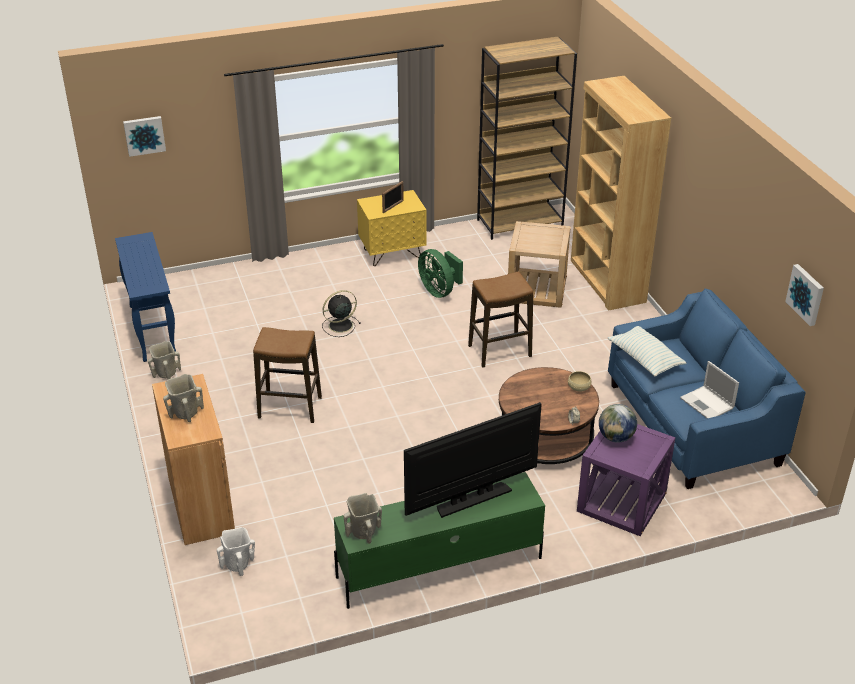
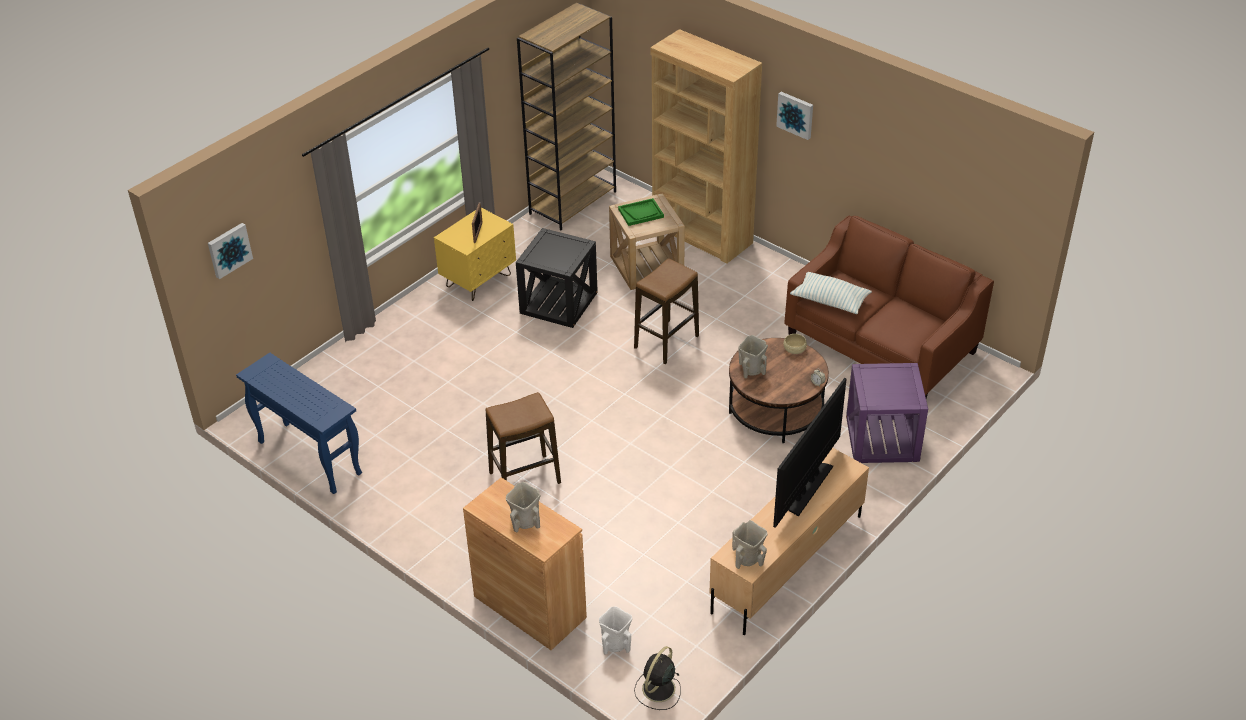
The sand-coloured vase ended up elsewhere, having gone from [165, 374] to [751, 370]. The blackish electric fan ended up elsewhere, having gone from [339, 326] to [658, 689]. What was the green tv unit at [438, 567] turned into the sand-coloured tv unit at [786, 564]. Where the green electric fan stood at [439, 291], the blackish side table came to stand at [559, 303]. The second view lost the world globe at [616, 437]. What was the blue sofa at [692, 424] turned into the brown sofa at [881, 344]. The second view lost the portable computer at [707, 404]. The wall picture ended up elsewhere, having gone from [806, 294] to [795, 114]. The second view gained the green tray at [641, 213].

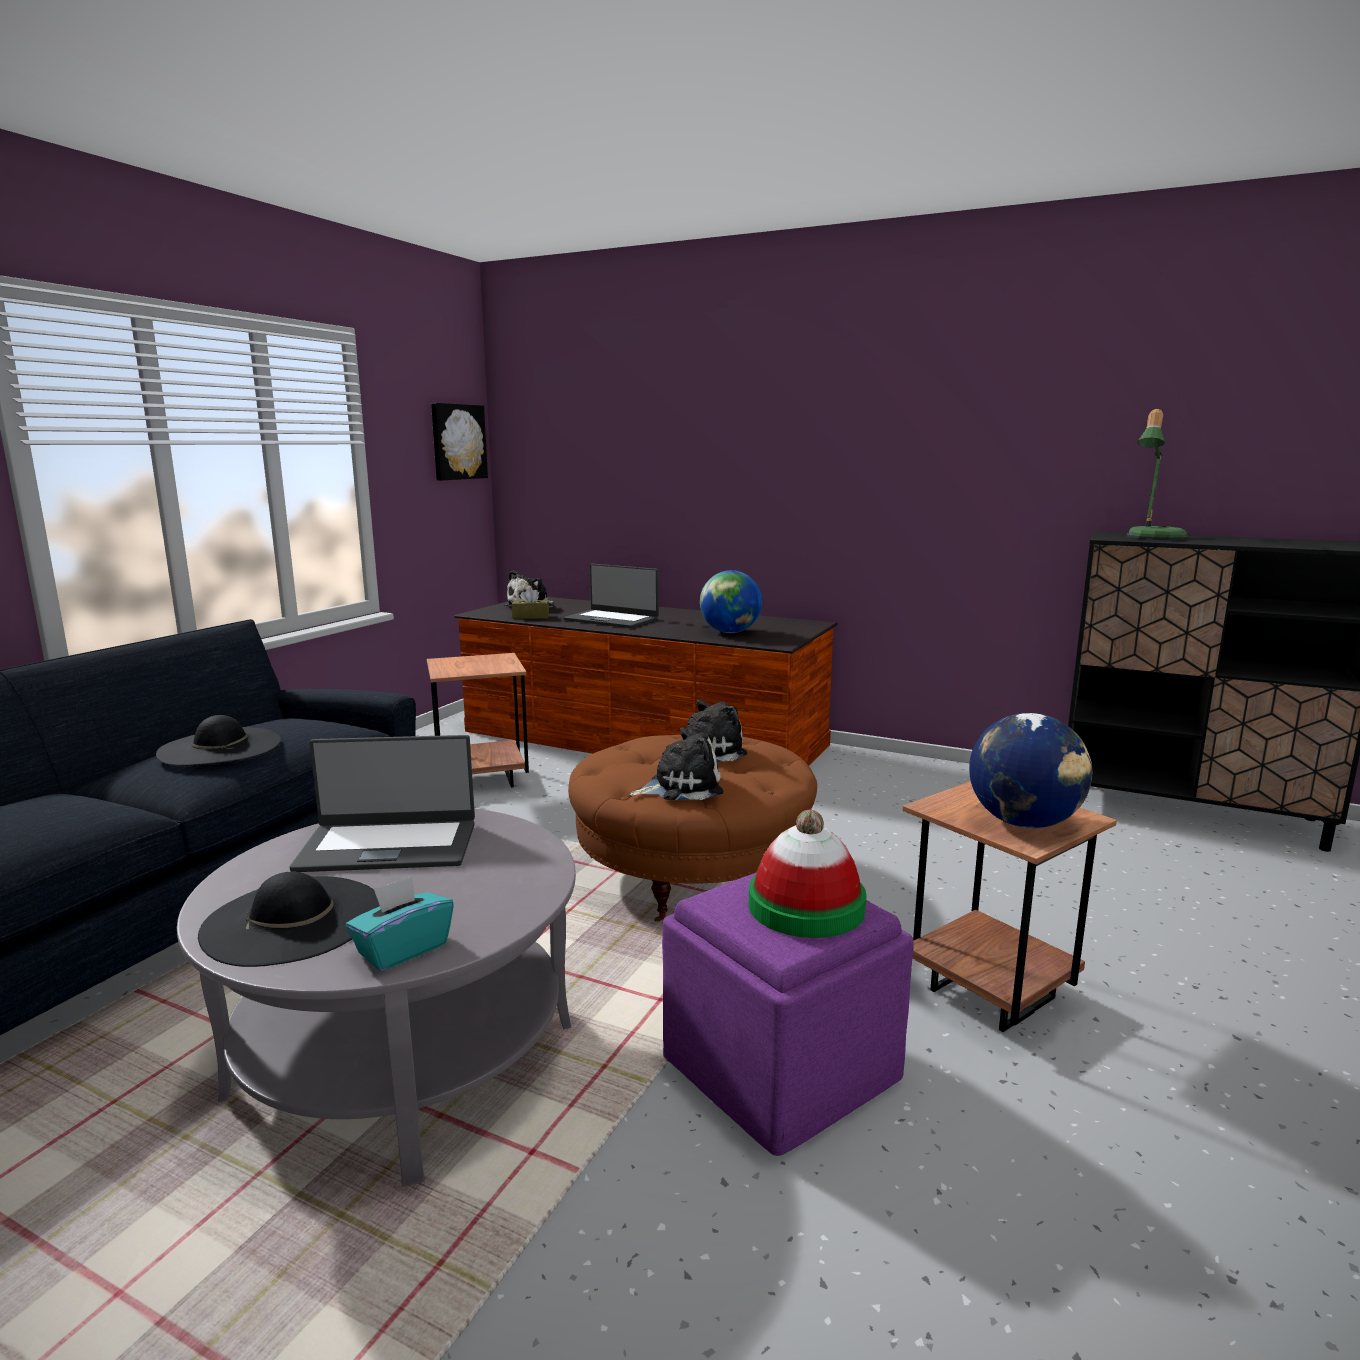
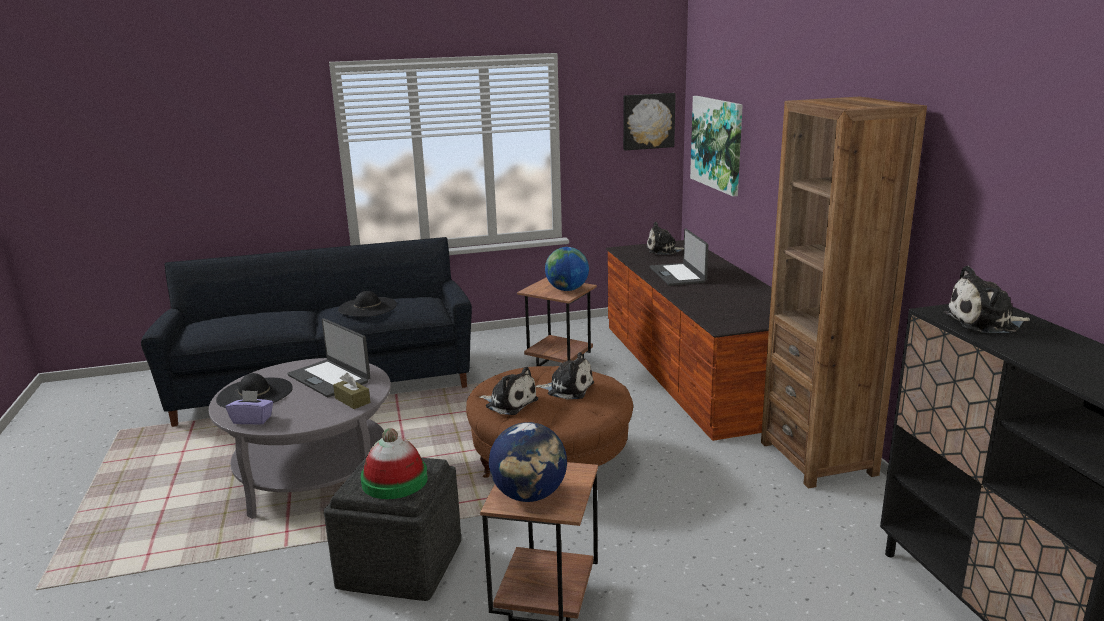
What was the turquoise-coloured tissue box at [402, 949] turned into the purplish tissue box at [252, 420]. The brown tissue box ended up elsewhere, having gone from [530, 617] to [352, 400]. What was the purplish ottoman at [778, 1068] turned into the greyish ottoman at [400, 564]. The world globe ended up elsewhere, having gone from [730, 632] to [567, 290]. Where the tabletop lamp stood at [1153, 538], the plush toy came to stand at [985, 322]. The second view gained the wall picture at [717, 143]. The second view gained the brown bookcase at [818, 458].

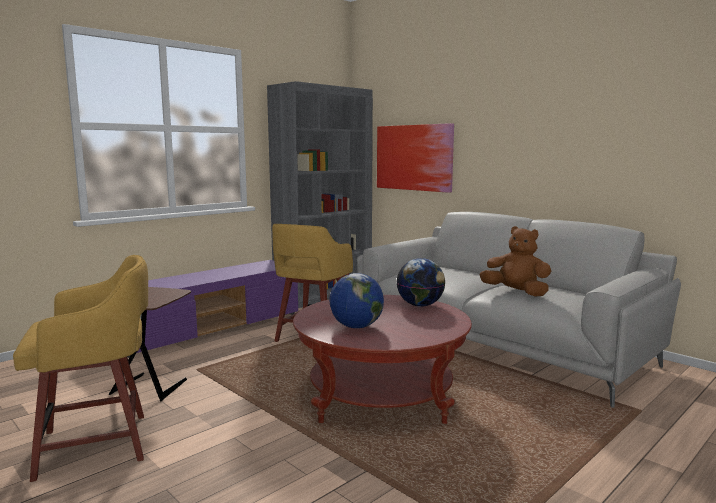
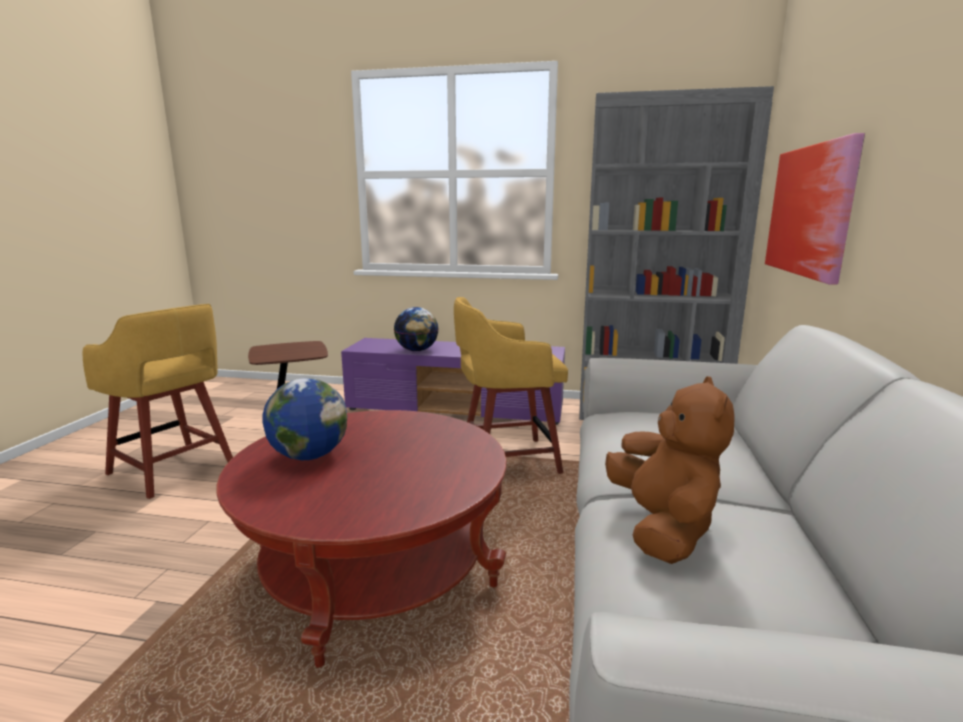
The world globe ended up elsewhere, having gone from [420, 305] to [416, 350].

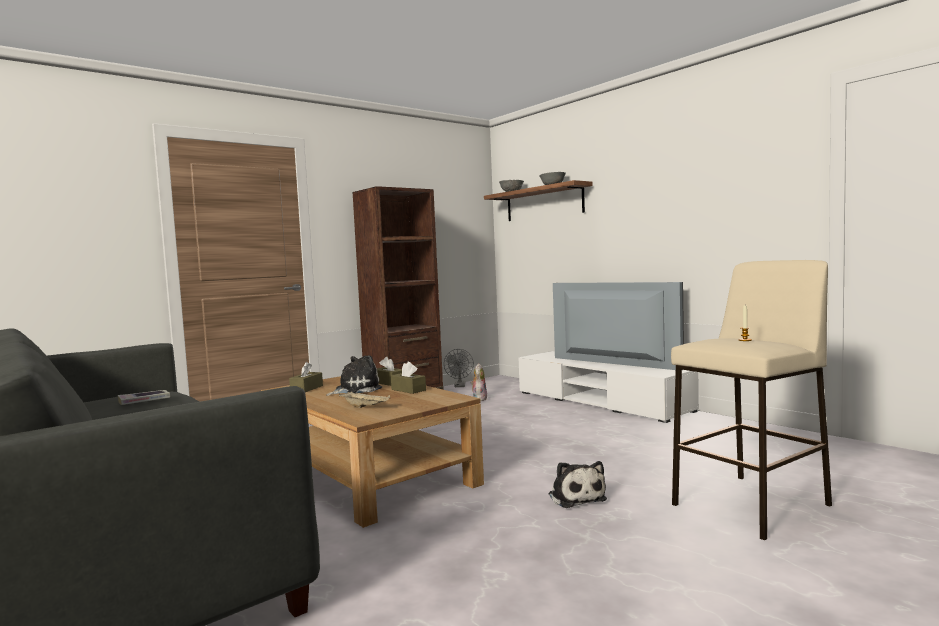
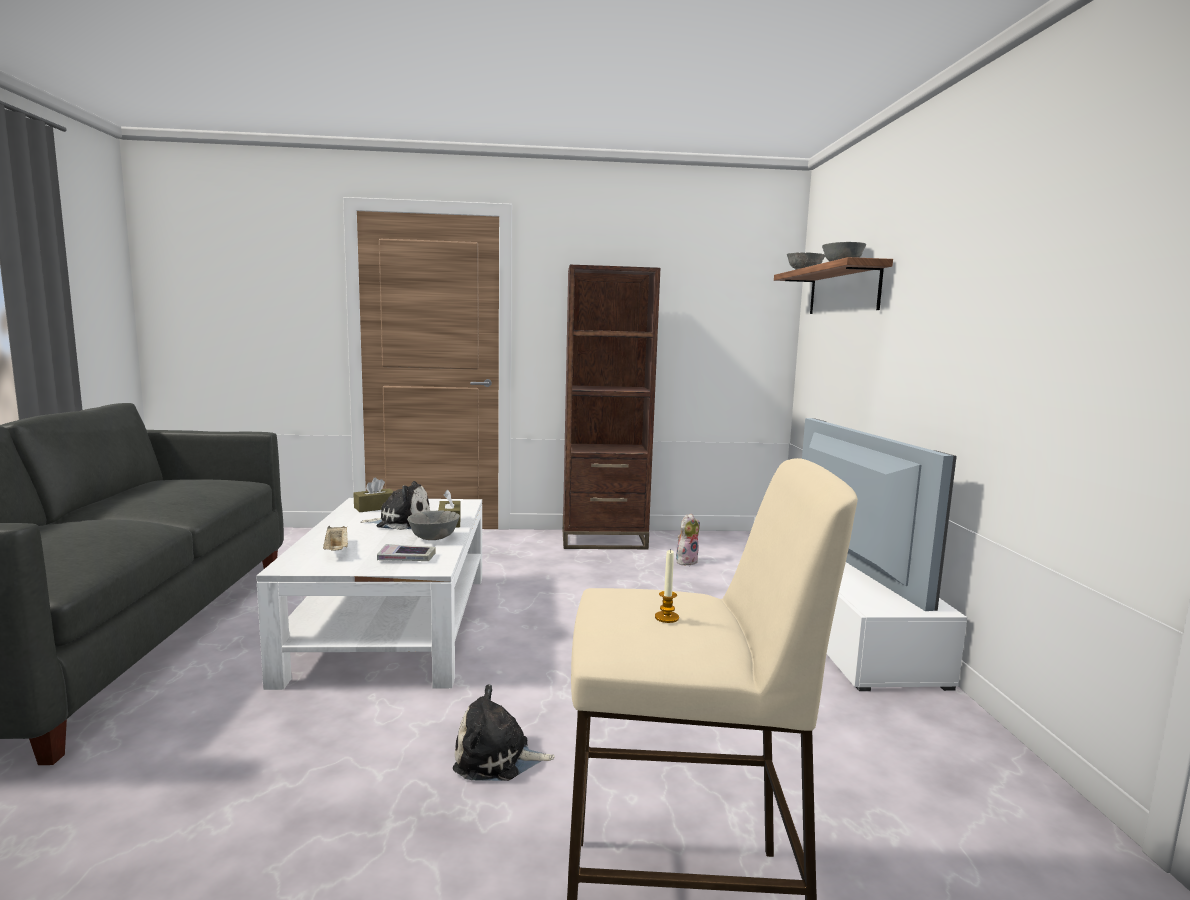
The bound book ended up elsewhere, having gone from [144, 401] to [406, 558]. What was the brown low table at [367, 473] turned into the whitish low table at [393, 623]. Where the brown tissue box stood at [408, 390], the greyish deep dish came to stand at [433, 538]. The second view lost the greyish electric fan at [460, 386]. The plush toy at [575, 497] ended up facing another way, 75 degrees clockwise from before.

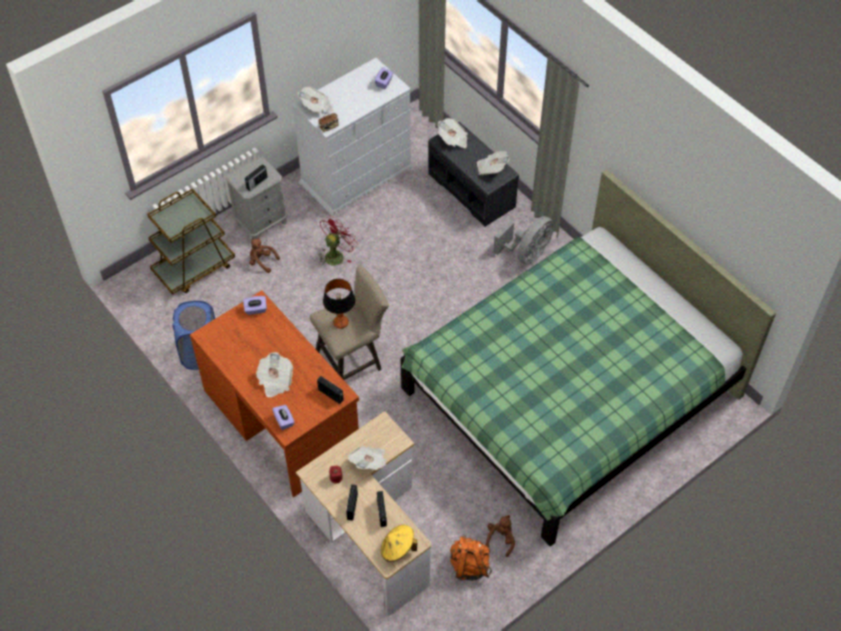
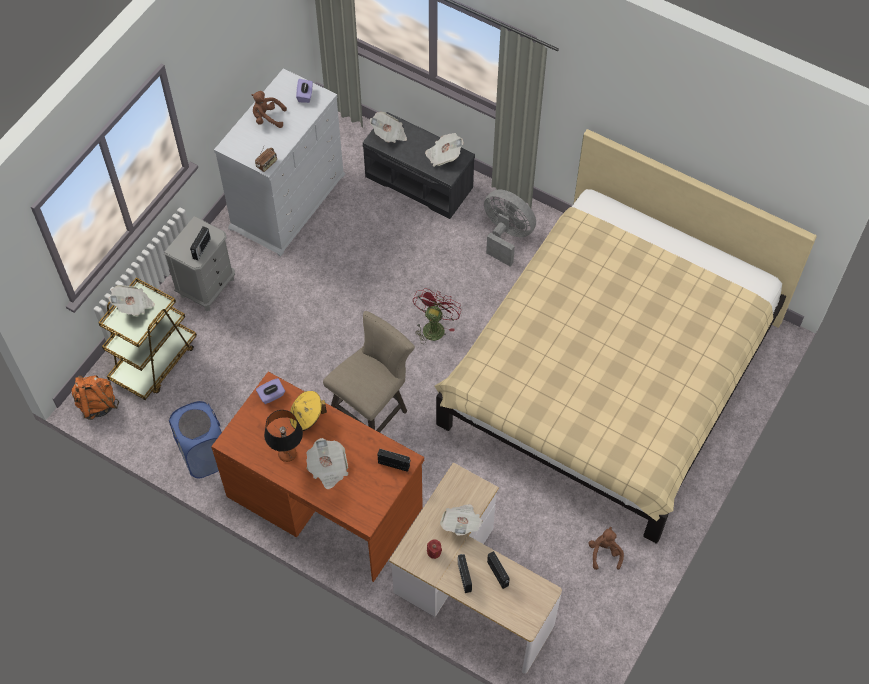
The brown plush toy ended up elsewhere, having gone from [262, 261] to [267, 118]. The second view lost the purplish tissue box at [284, 421]. The newspaper ended up elsewhere, having gone from [316, 107] to [134, 306]. The red-coloured electric fan ended up elsewhere, having gone from [336, 254] to [434, 326]. The tabletop lamp ended up elsewhere, having gone from [341, 323] to [287, 454]. The yellow clothing hat ended up elsewhere, having gone from [397, 549] to [307, 417]. What was the green bedroom bed at [569, 392] turned into the sand-coloured bedroom bed at [610, 373]. The orange rucksack ended up elsewhere, having gone from [469, 566] to [97, 404]. The greyish electric fan at [527, 254] ended up facing another way, 75 degrees counterclockwise from before.

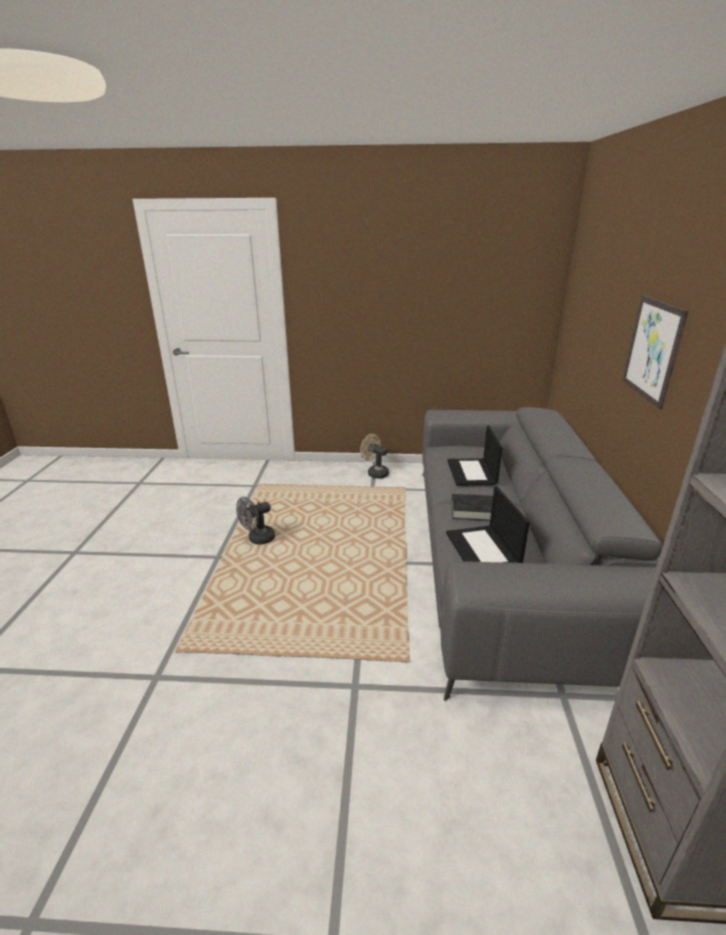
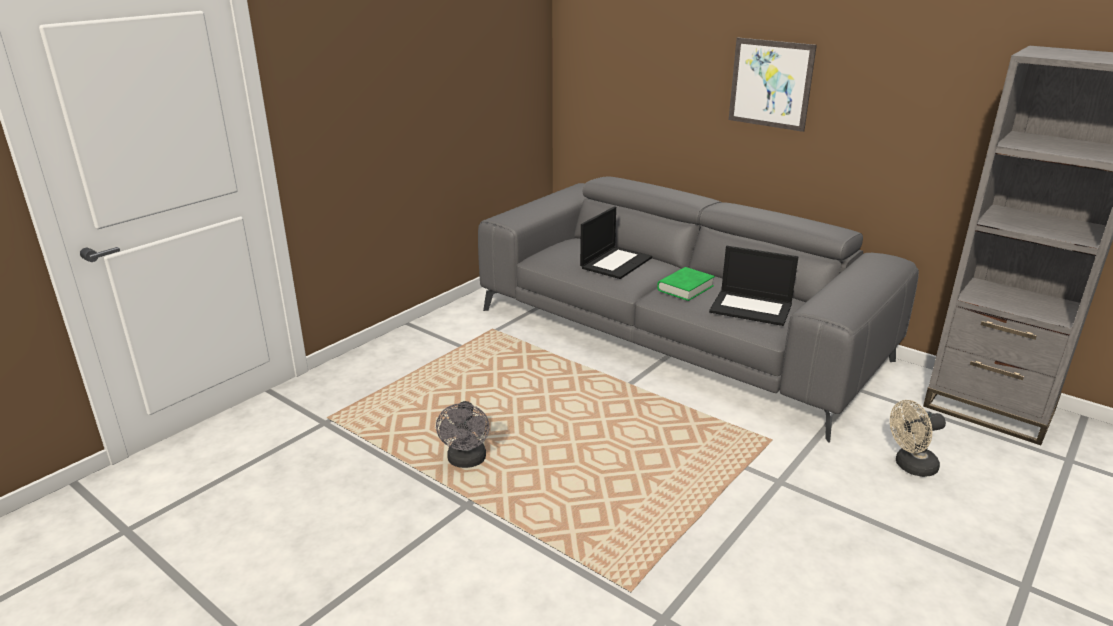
The sand-coloured electric fan ended up elsewhere, having gone from [375, 473] to [910, 466]. The portable computer at [472, 472] ended up facing another way, 90 degrees counterclockwise from before. What was the blackish bound book at [473, 511] turned into the green bound book at [685, 288].

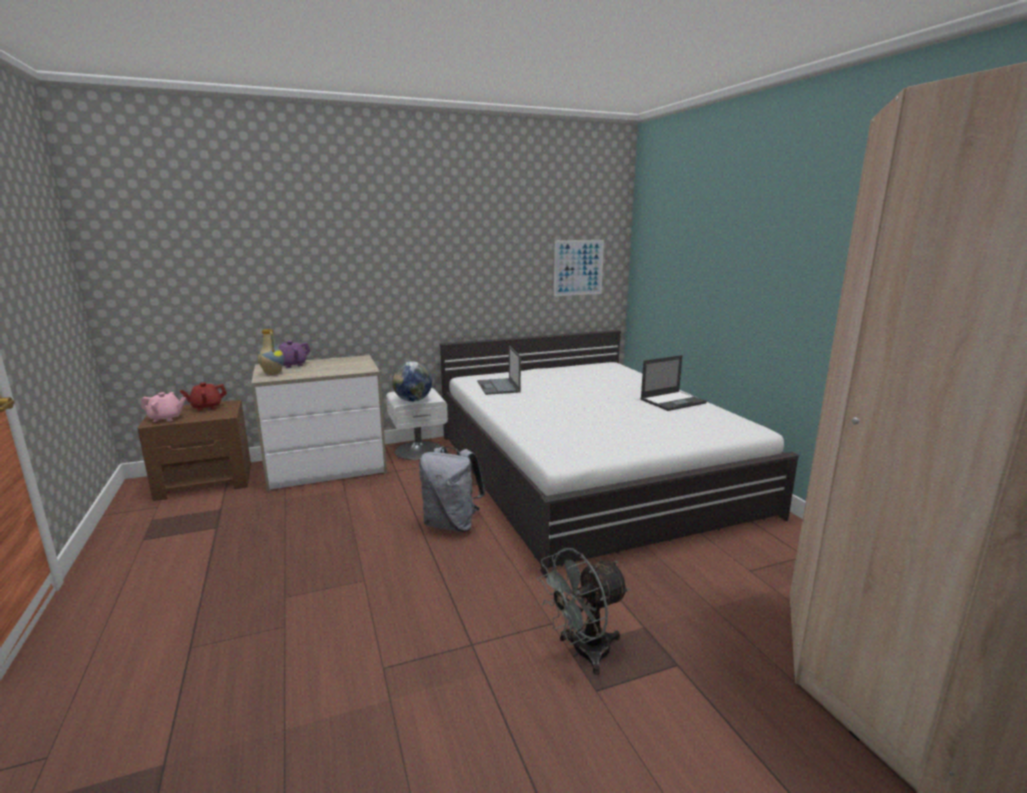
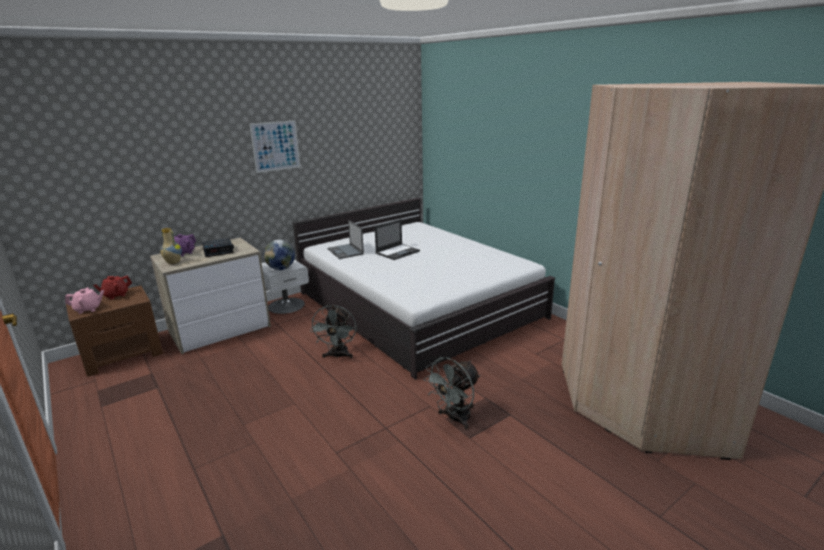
Where the greyish rucksack stood at [452, 524], the greyish electric fan came to stand at [338, 356]. The wall picture ended up elsewhere, having gone from [578, 267] to [275, 146]. The portable computer ended up elsewhere, having gone from [673, 401] to [398, 252]. The second view gained the alarm clock at [218, 251].

